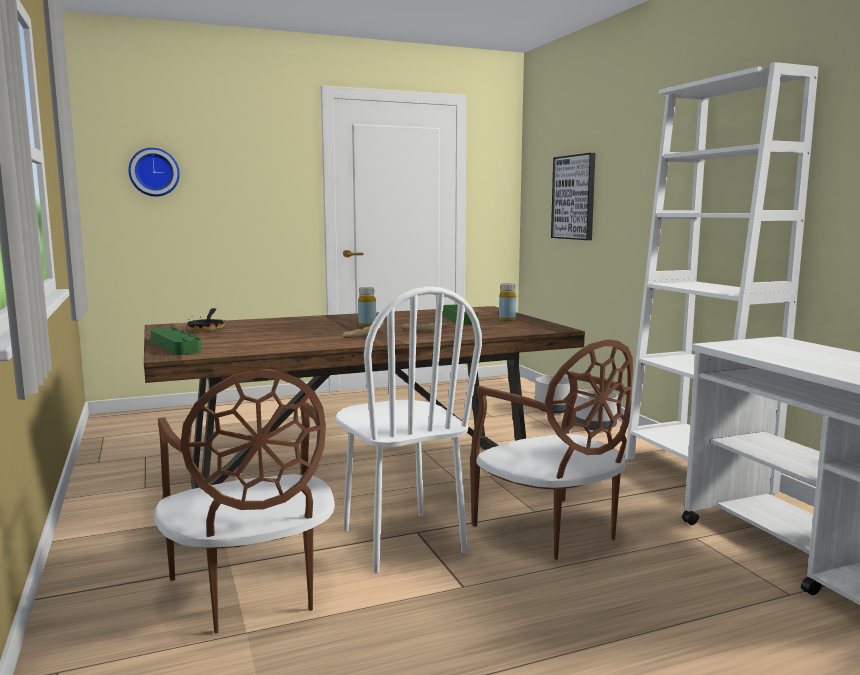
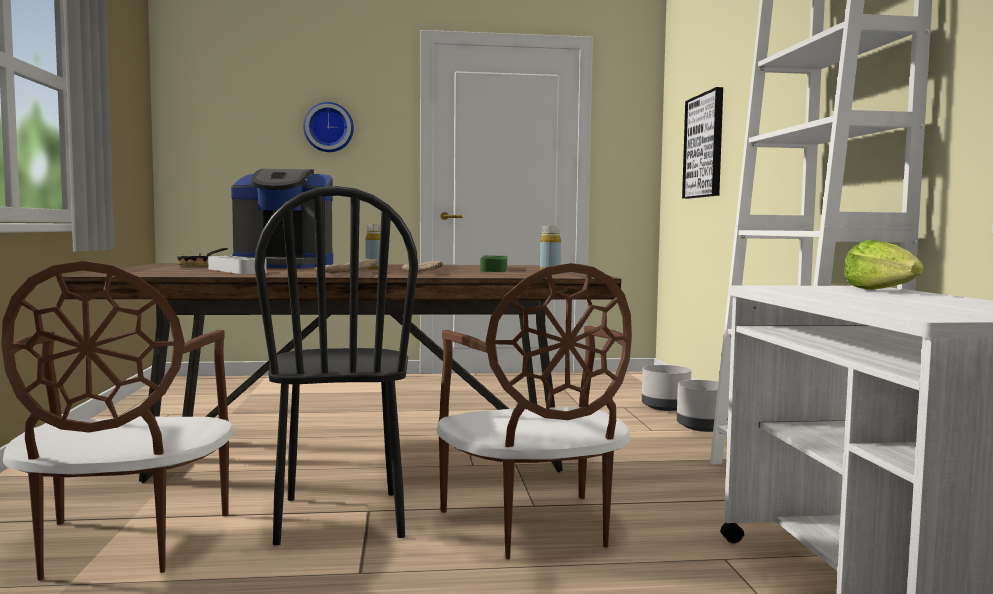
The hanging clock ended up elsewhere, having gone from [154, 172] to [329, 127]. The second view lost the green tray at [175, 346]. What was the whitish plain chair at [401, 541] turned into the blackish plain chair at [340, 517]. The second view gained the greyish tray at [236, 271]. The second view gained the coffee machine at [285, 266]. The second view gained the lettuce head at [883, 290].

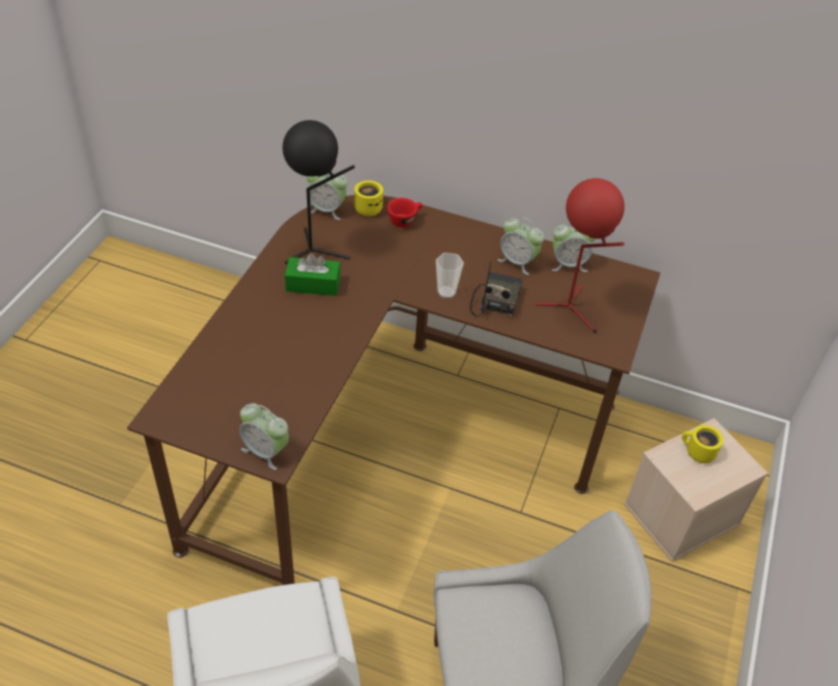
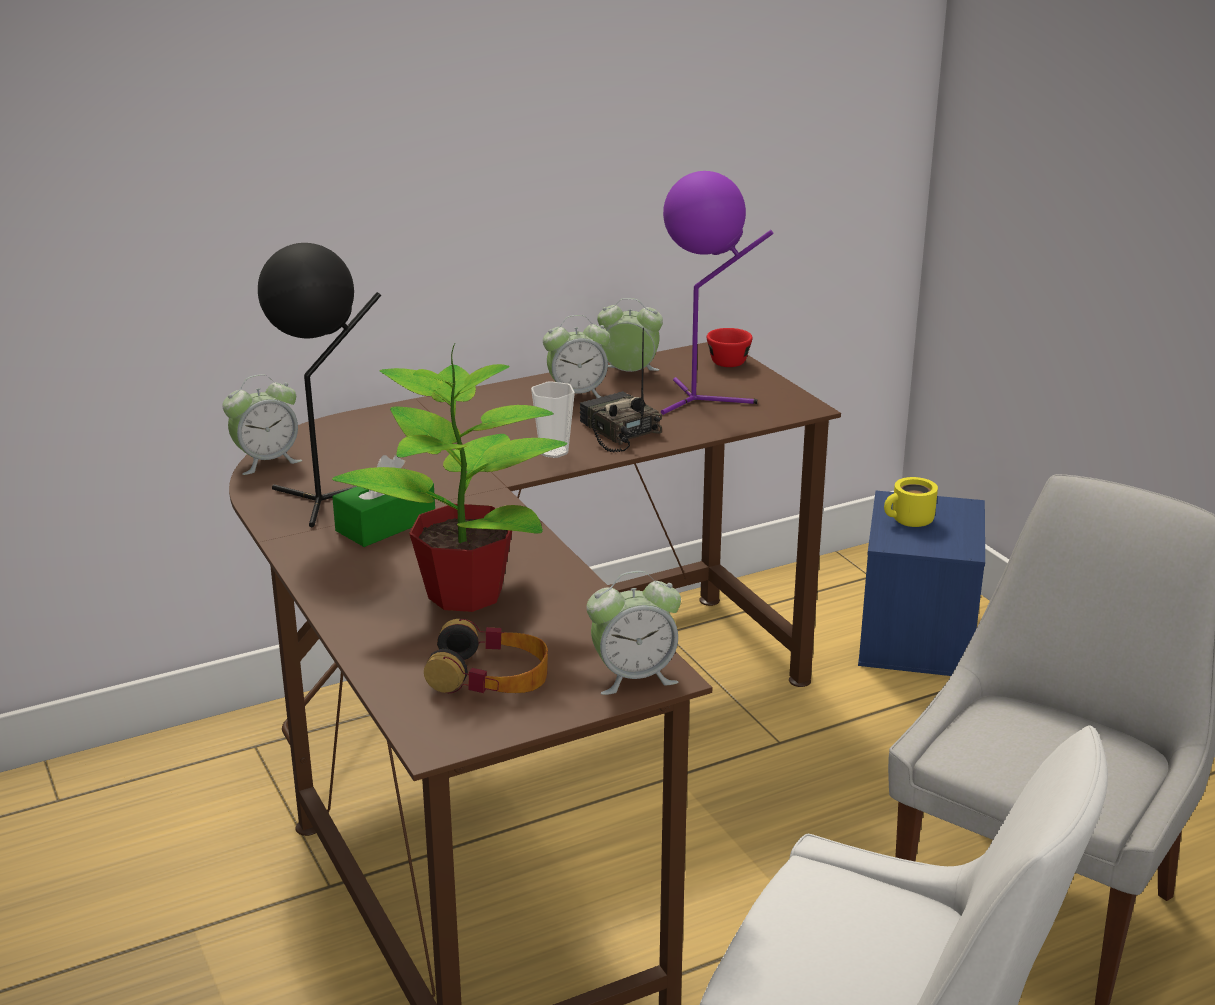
The second view lost the yellow tea mug at [368, 207]. The red-coloured small cup ended up elsewhere, having gone from [405, 220] to [728, 360]. What was the red-coloured tabletop lamp at [572, 309] turned into the purplish tabletop lamp at [702, 400]. The alarm clock at [568, 264] ended up facing another way, 120 degrees counterclockwise from before. What was the sand-coloured storage container at [682, 512] turned into the blue storage container at [914, 636]. The second view gained the potted plant at [467, 593]. The second view gained the pair of headphones at [490, 675].

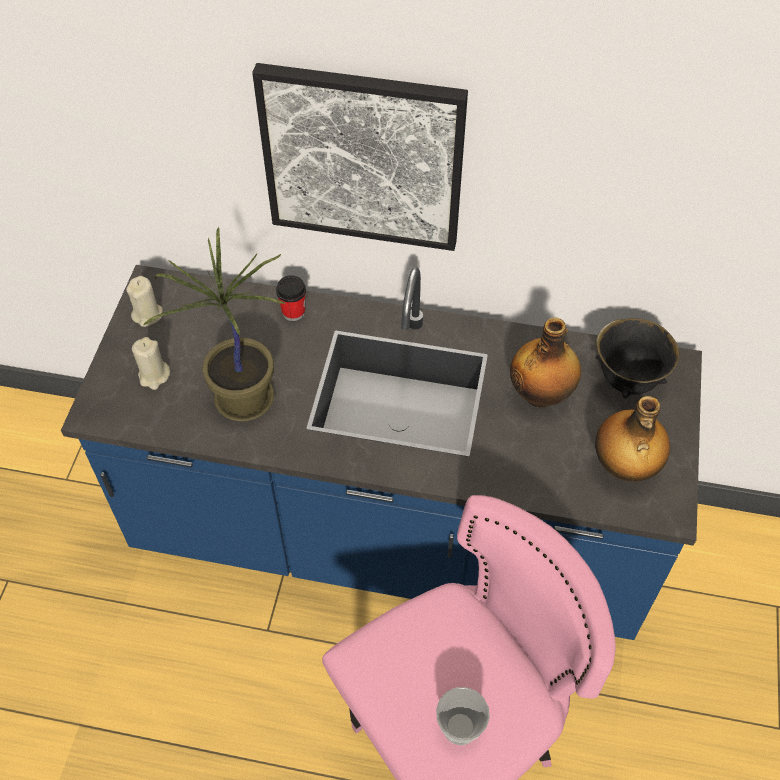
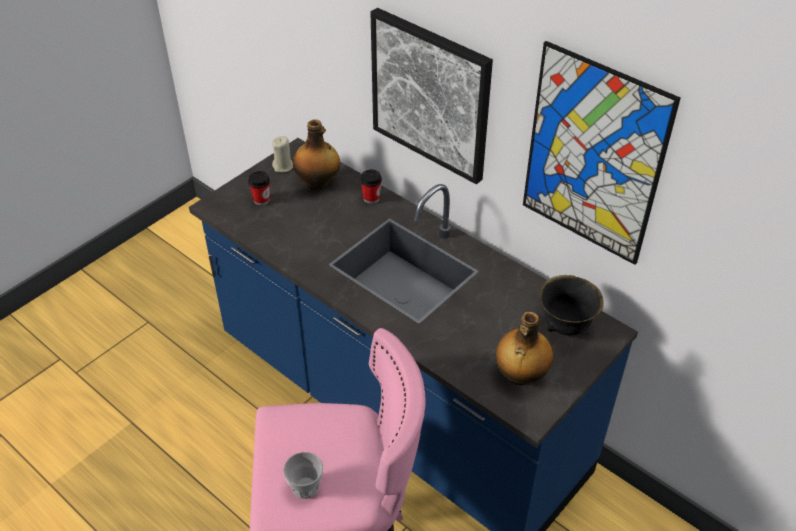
Where the sand-coloured candle stood at [154, 376], the small cup came to stand at [261, 200]. The second view lost the potted plant at [242, 400]. The drink bottle ended up elsewhere, having gone from [541, 394] to [318, 183]. The second view gained the wall picture at [593, 156].

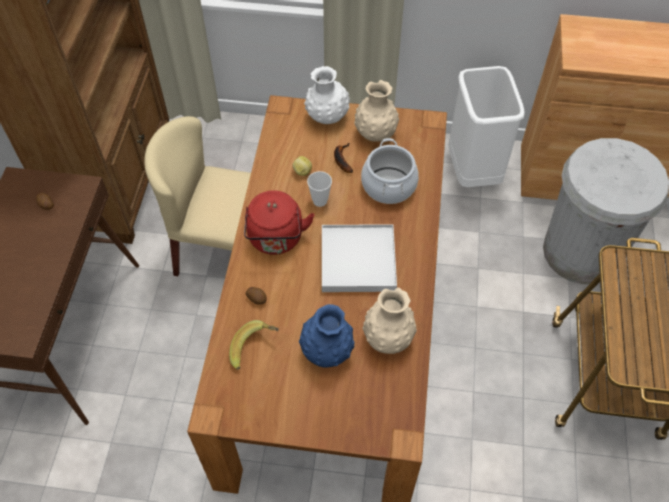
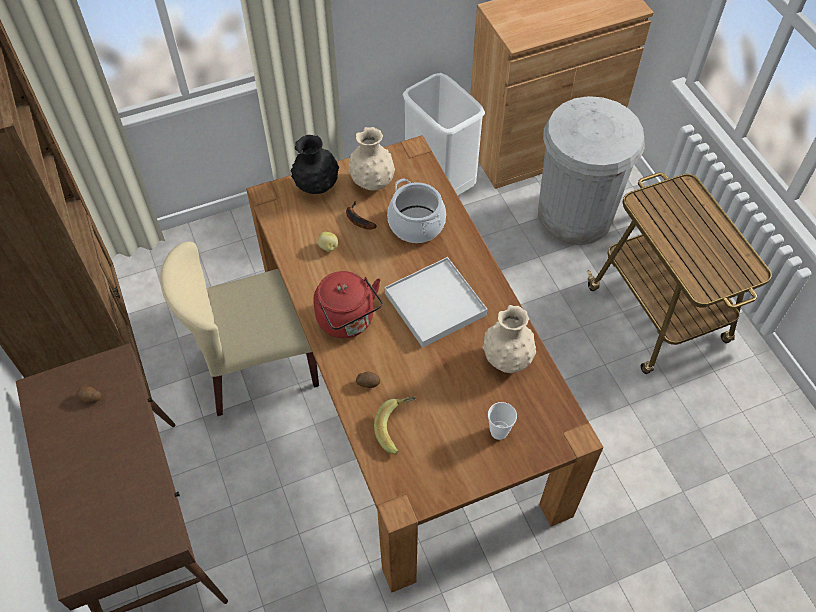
The second view lost the blue vase at [327, 352]. What was the whitish vase at [327, 117] turned into the blackish vase at [317, 186]. The small cup ended up elsewhere, having gone from [320, 201] to [499, 432].

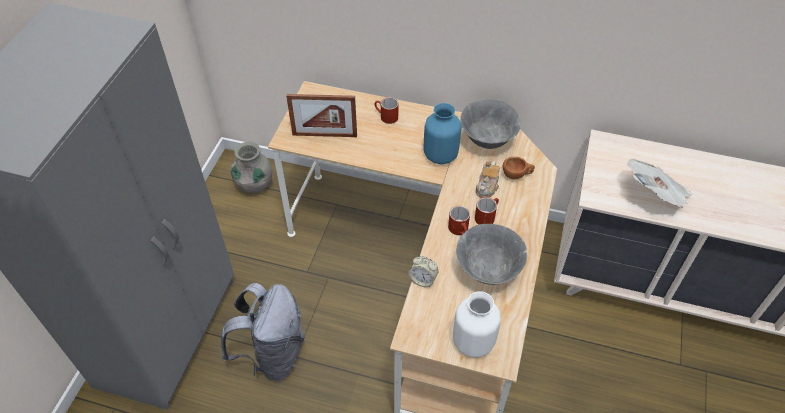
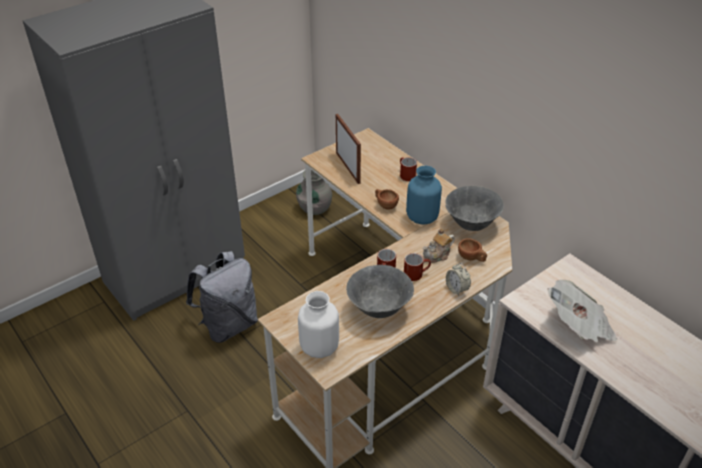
The standing frame at [324, 135] ended up facing another way, 150 degrees counterclockwise from before. The alarm clock ended up elsewhere, having gone from [423, 280] to [457, 289]. The second view gained the brown small cup at [385, 205].

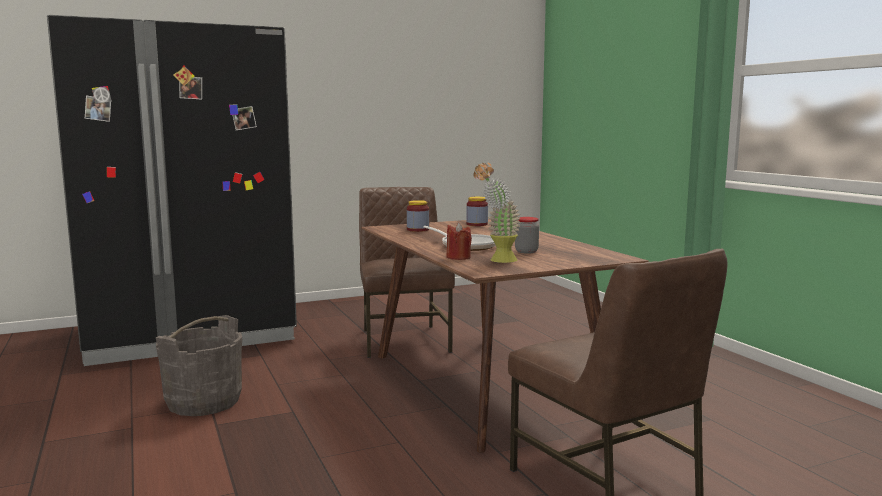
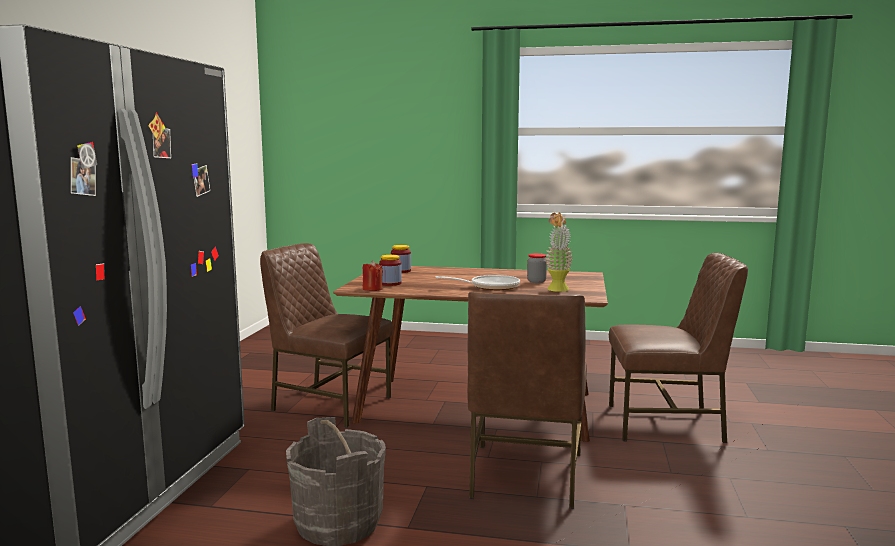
The red-coloured candle ended up elsewhere, having gone from [458, 257] to [372, 289]. The second view gained the brown plain chair at [524, 476].

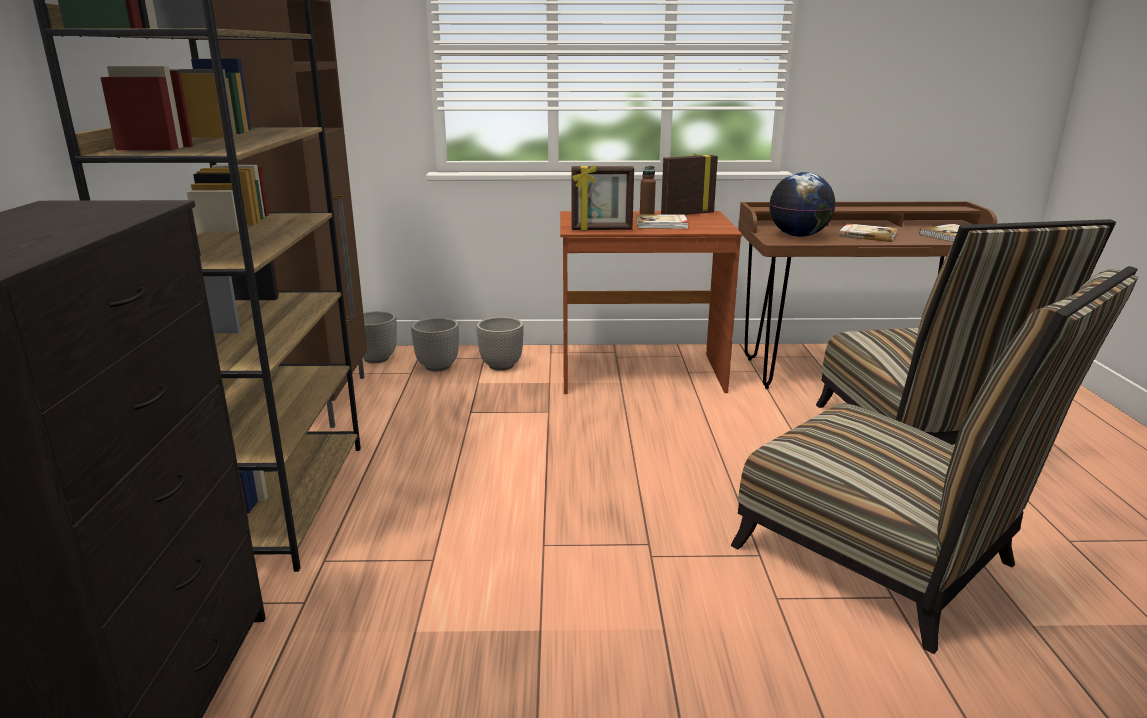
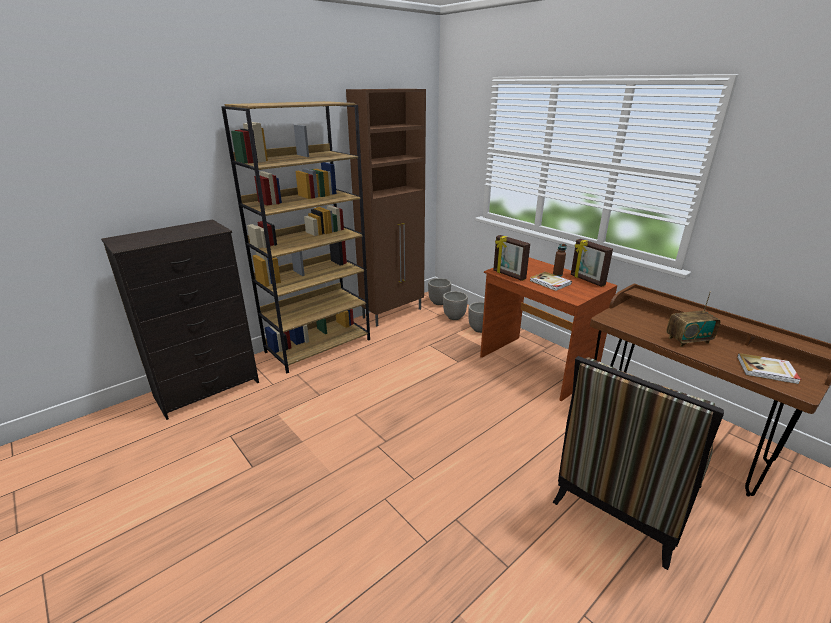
The standing frame at [687, 214] ended up facing another way, 150 degrees counterclockwise from before. The second view lost the plain chair at [887, 563]. The second view lost the world globe at [799, 236]. Where the bound book stood at [867, 235], the radio came to stand at [688, 340].

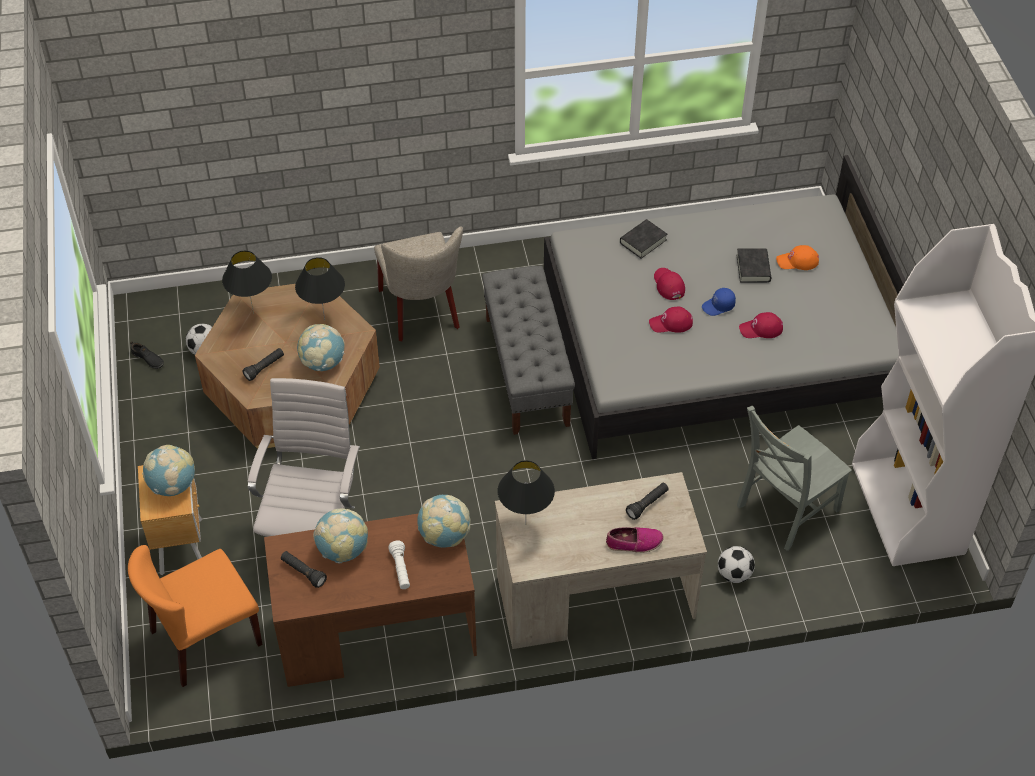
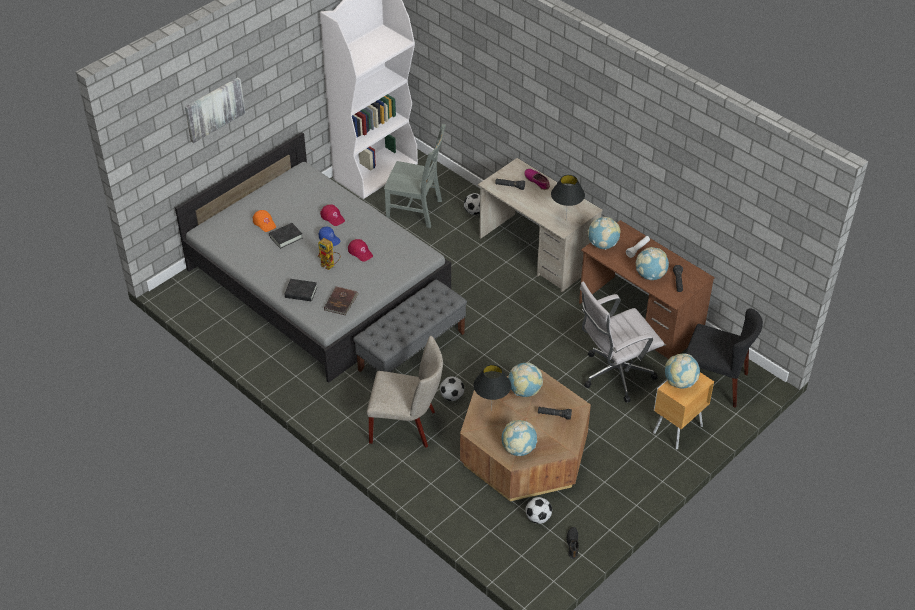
What was the orange plain chair at [205, 639] turned into the blackish plain chair at [715, 382]. Where the blackish tabletop lamp stood at [253, 313], the world globe came to stand at [518, 449]. The sand-coloured plain chair at [422, 312] ended up facing another way, 60 degrees clockwise from before. Where the red-coloured baseball cap stood at [668, 285], the robot figure came to stand at [330, 266]. The second view gained the wall picture at [214, 109]. The second view gained the brown bound book at [341, 302]. The second view gained the football at [452, 396].

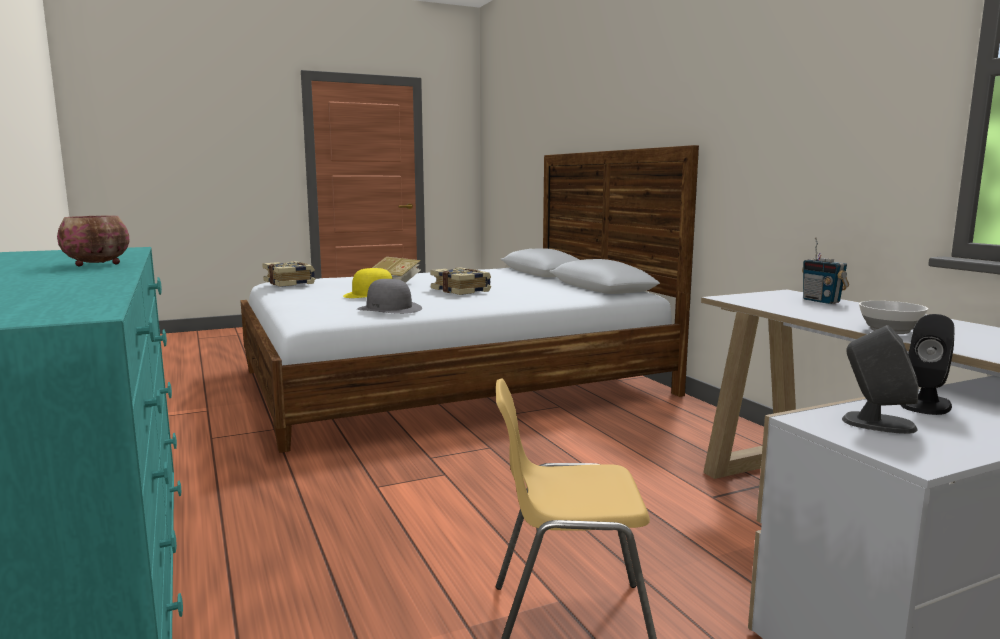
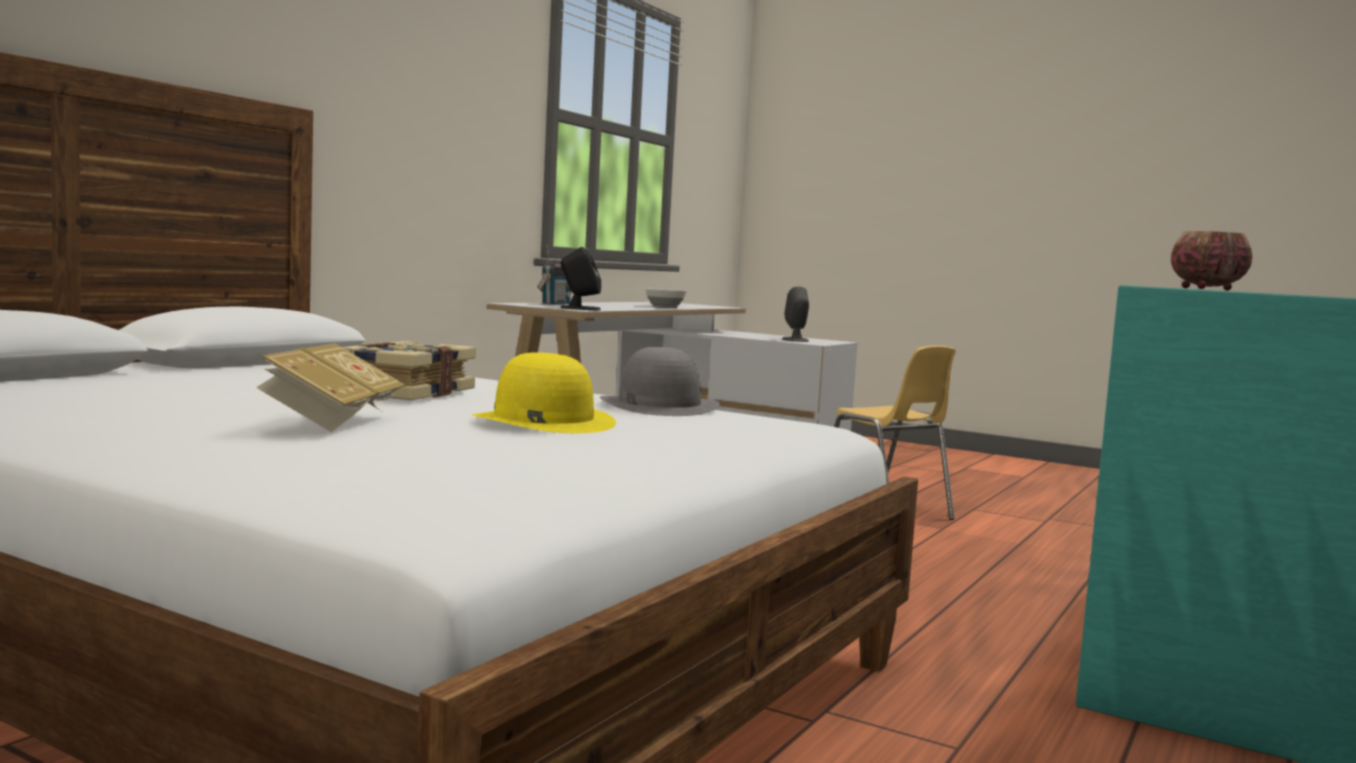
The second view lost the bound book at [290, 283]. The blackish speaker ended up elsewhere, having gone from [926, 405] to [579, 308].

